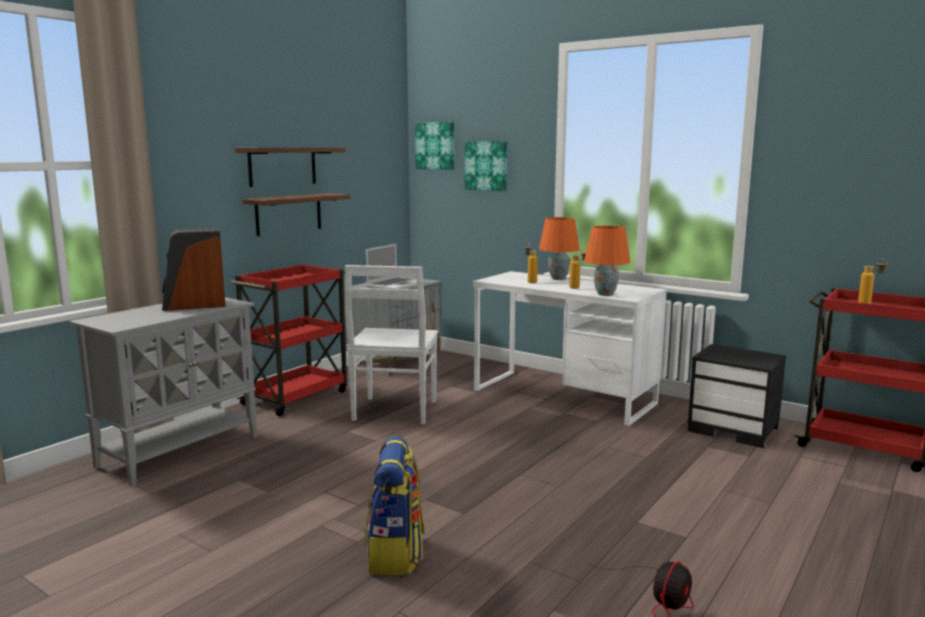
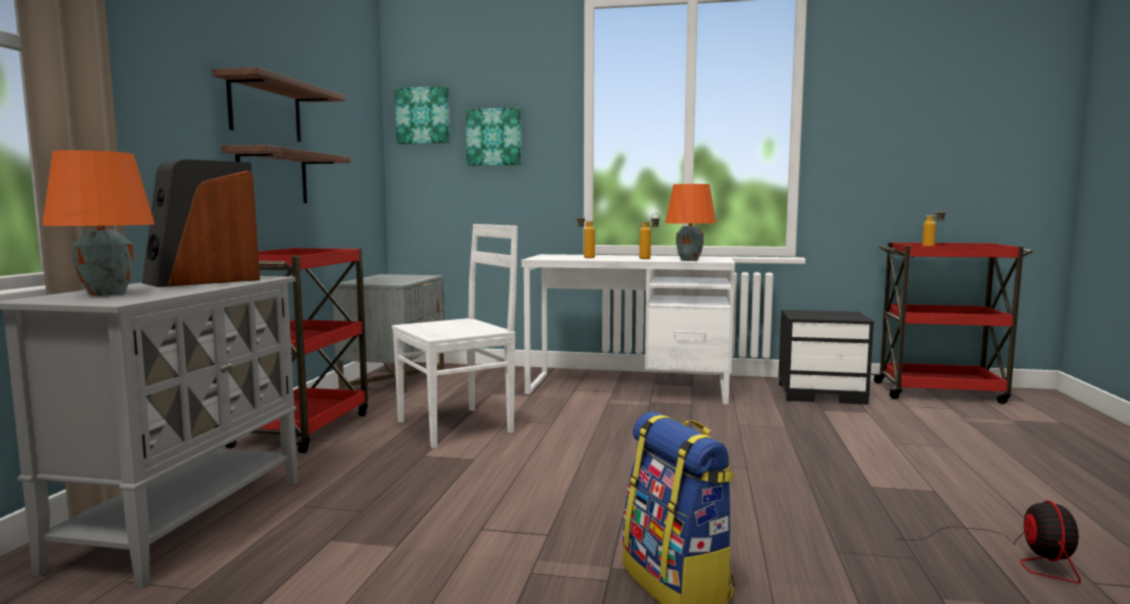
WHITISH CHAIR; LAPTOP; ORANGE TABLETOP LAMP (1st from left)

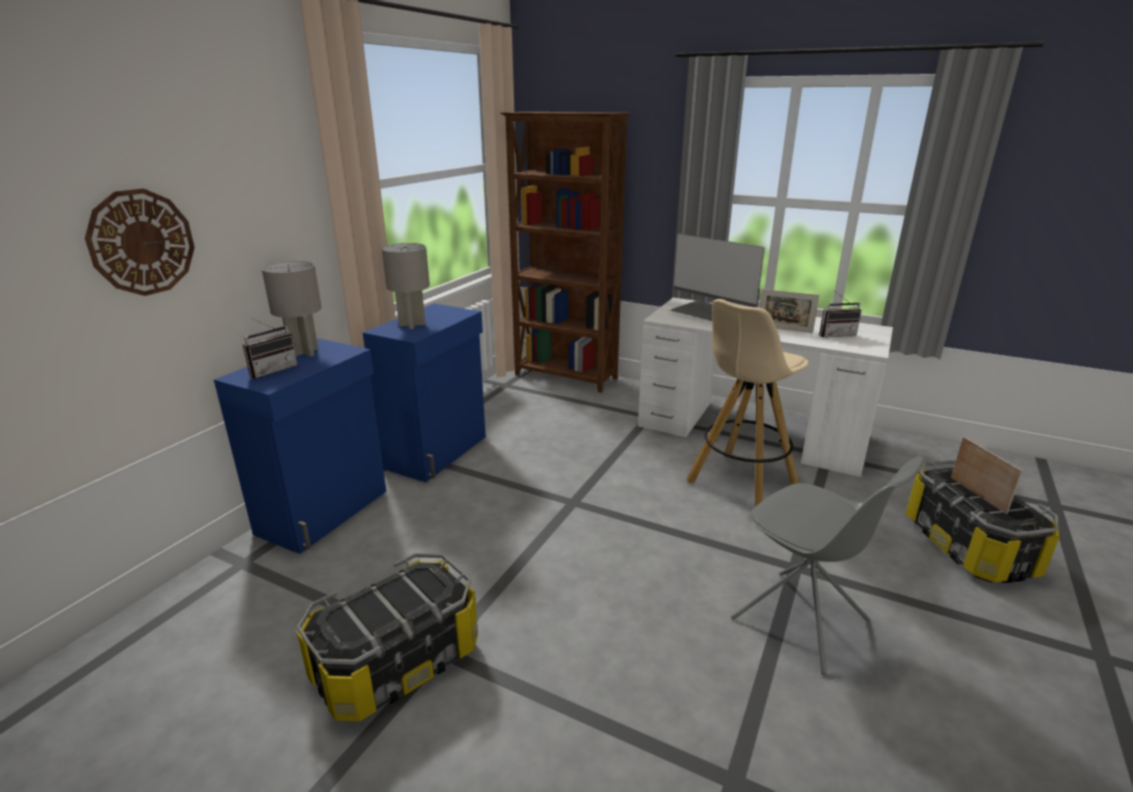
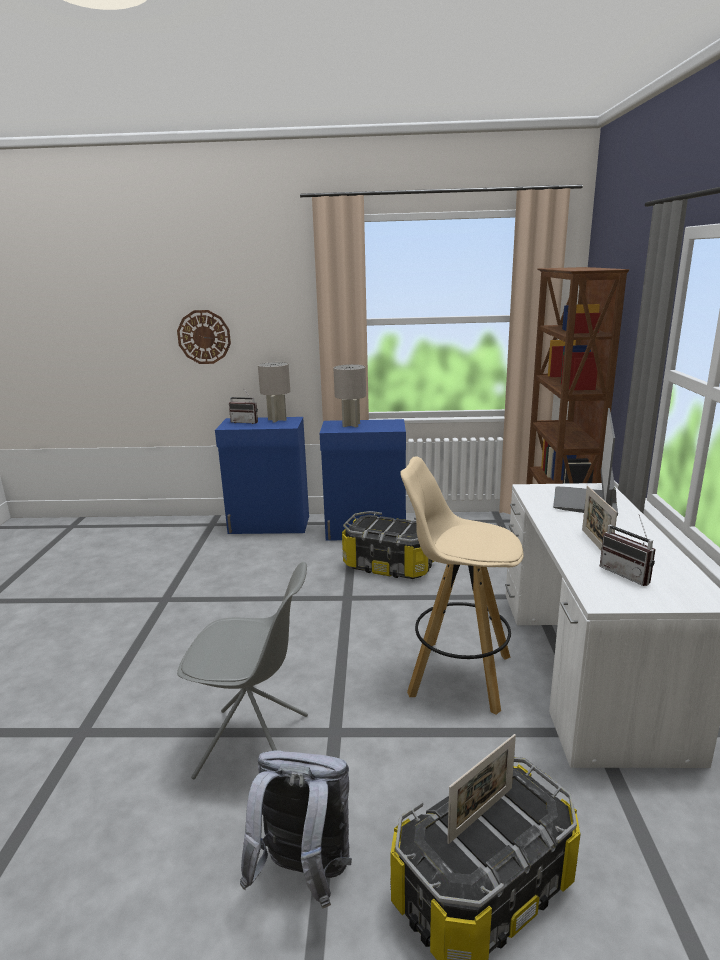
STORAGE CONTAINER (1st from left); GREYISH CHAIR; GREYISH BACKPACK

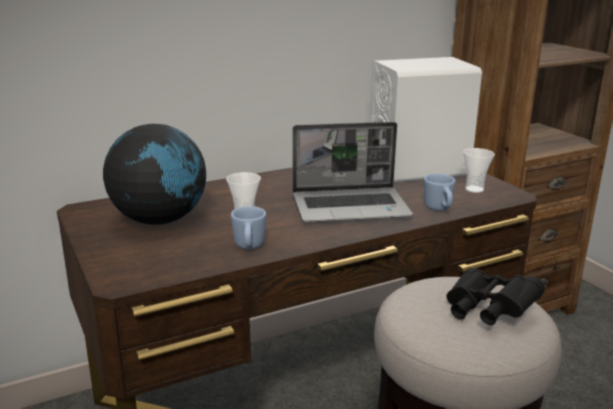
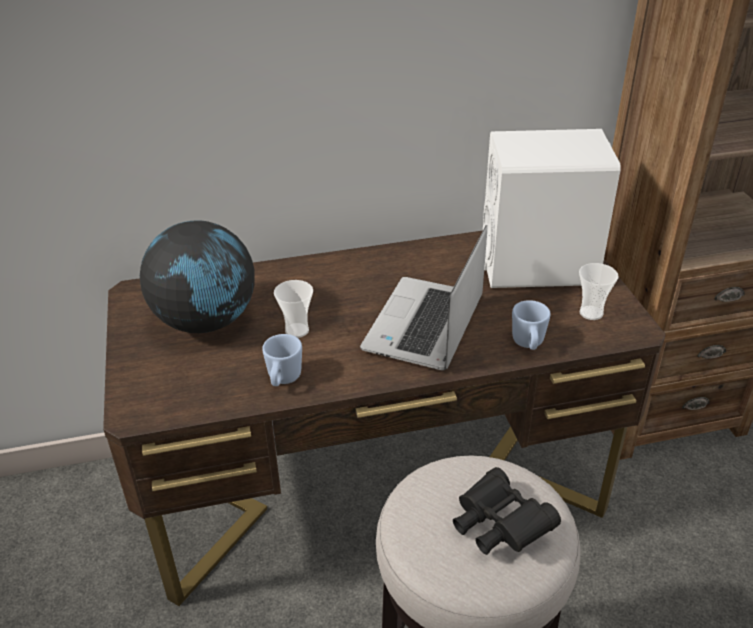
LAPTOP

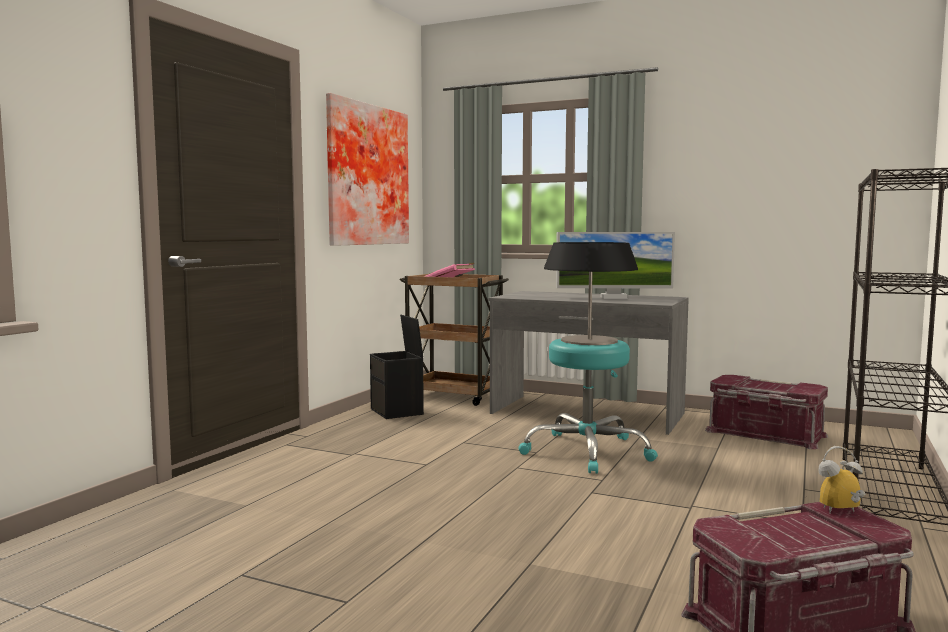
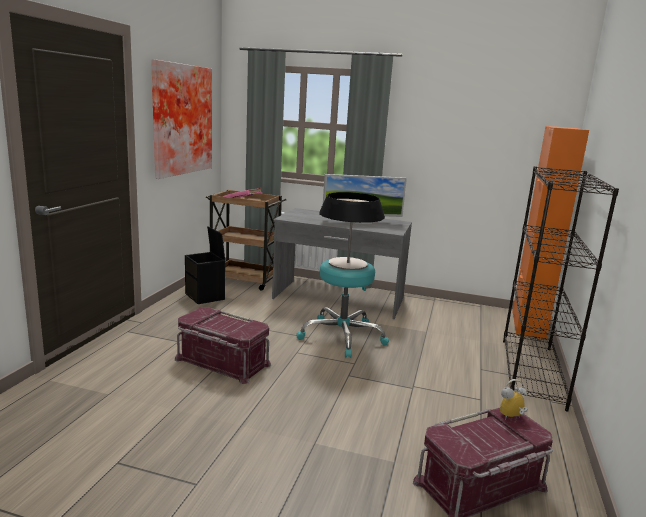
RED-COLOURED STORAGE CONTAINER (1st from left); ORANGE STORAGE CABINET

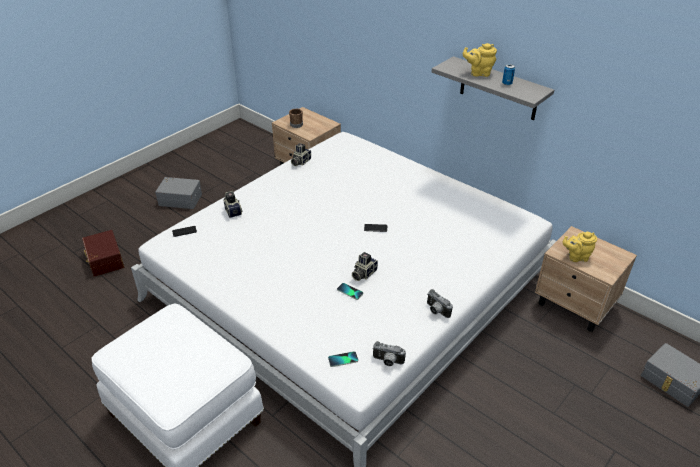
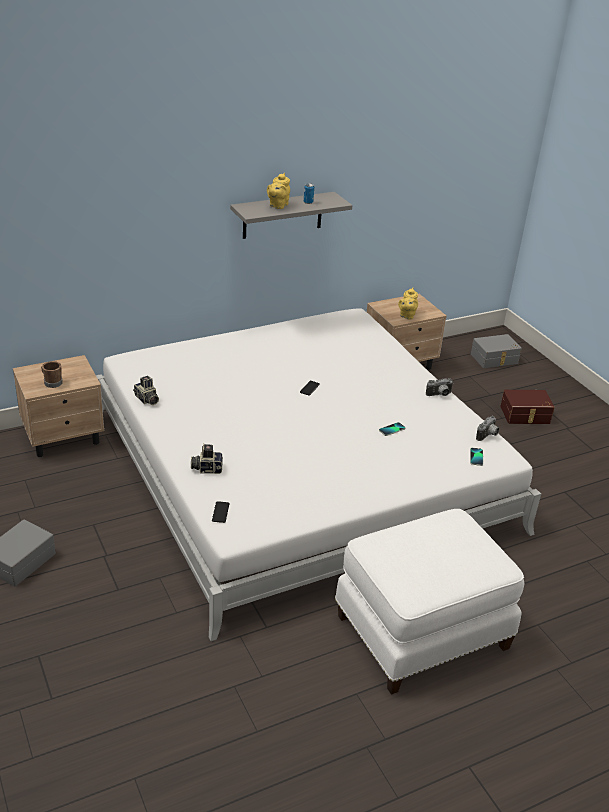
BROWN-COLOURED STORAGE CONTAINER; PHOTO CAMERA (3rd from left in the first image)

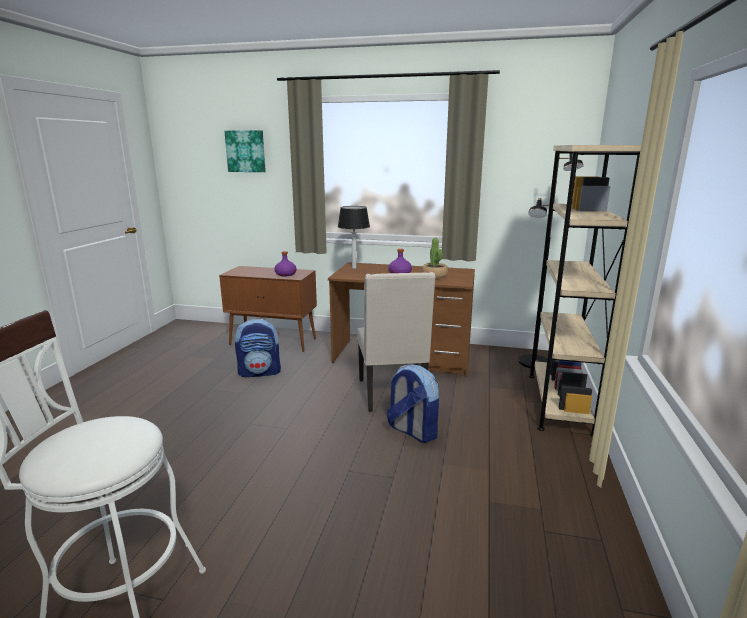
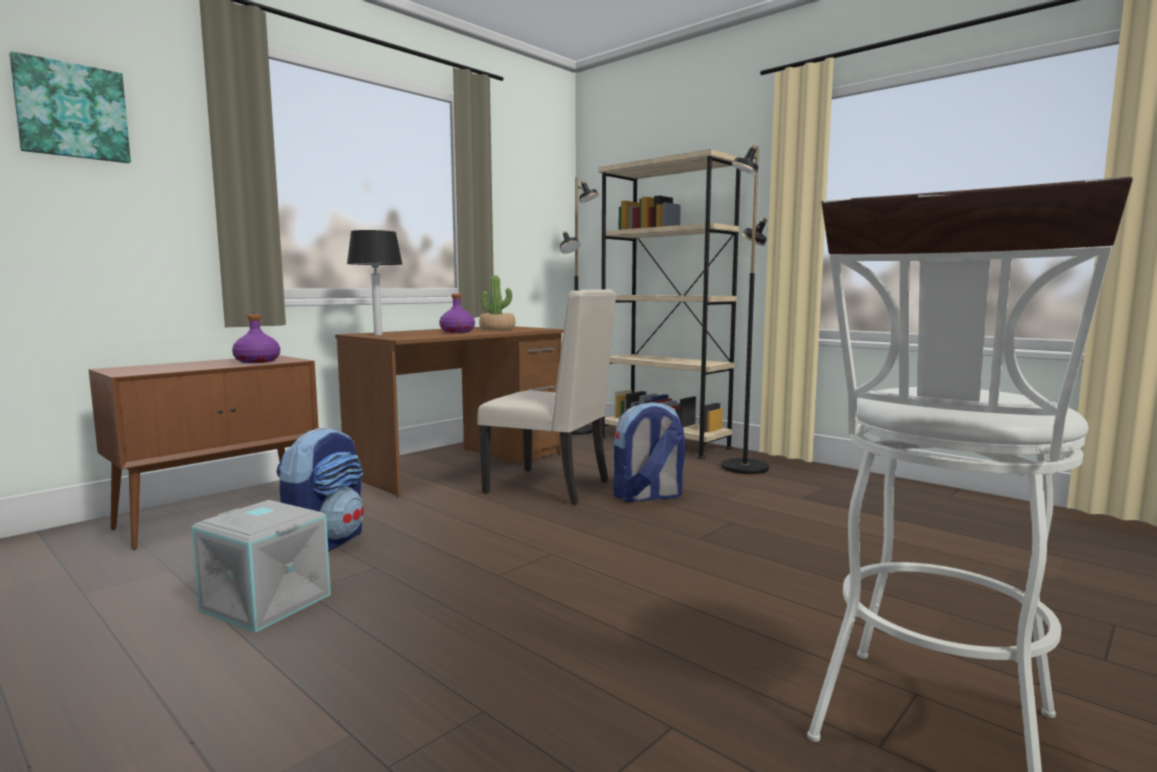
GREYISH STORAGE CONTAINER; BLACKISH STANDING LAMP (2nd from left)

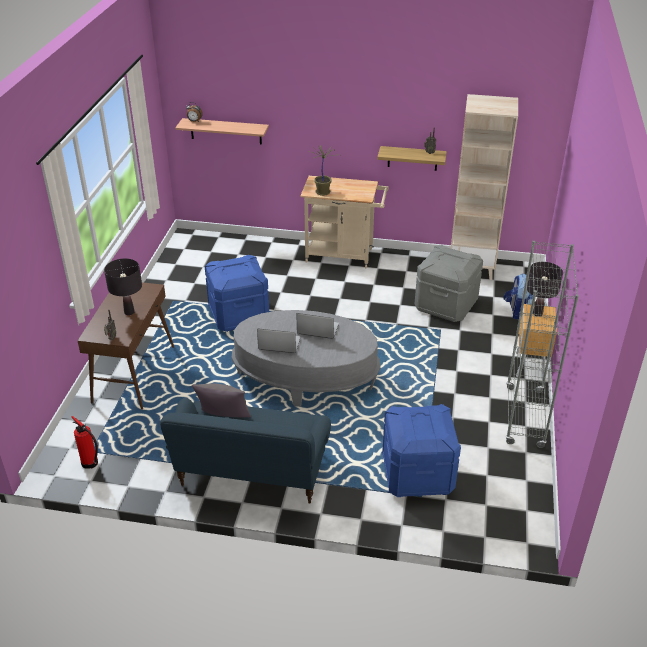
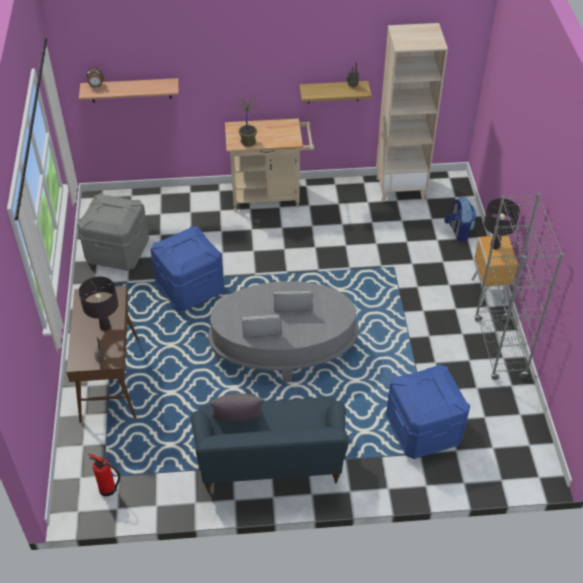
GREYISH STORAGE CONTAINER

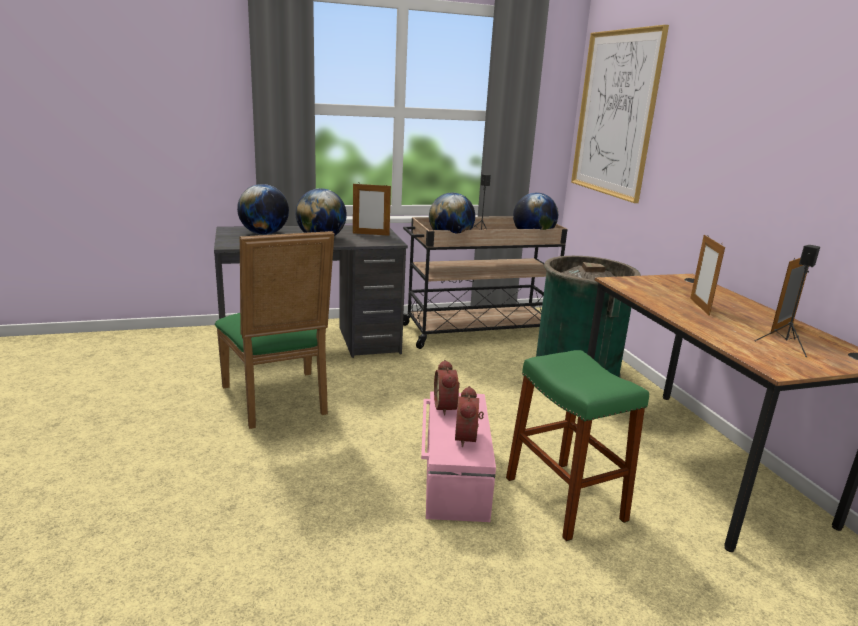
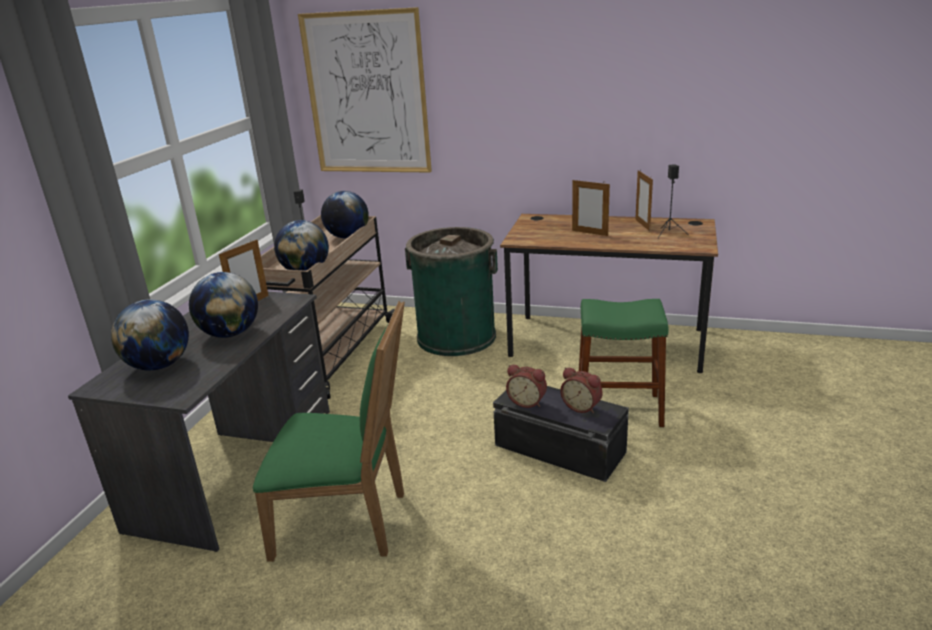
BLACKISH STORAGE CONTAINER

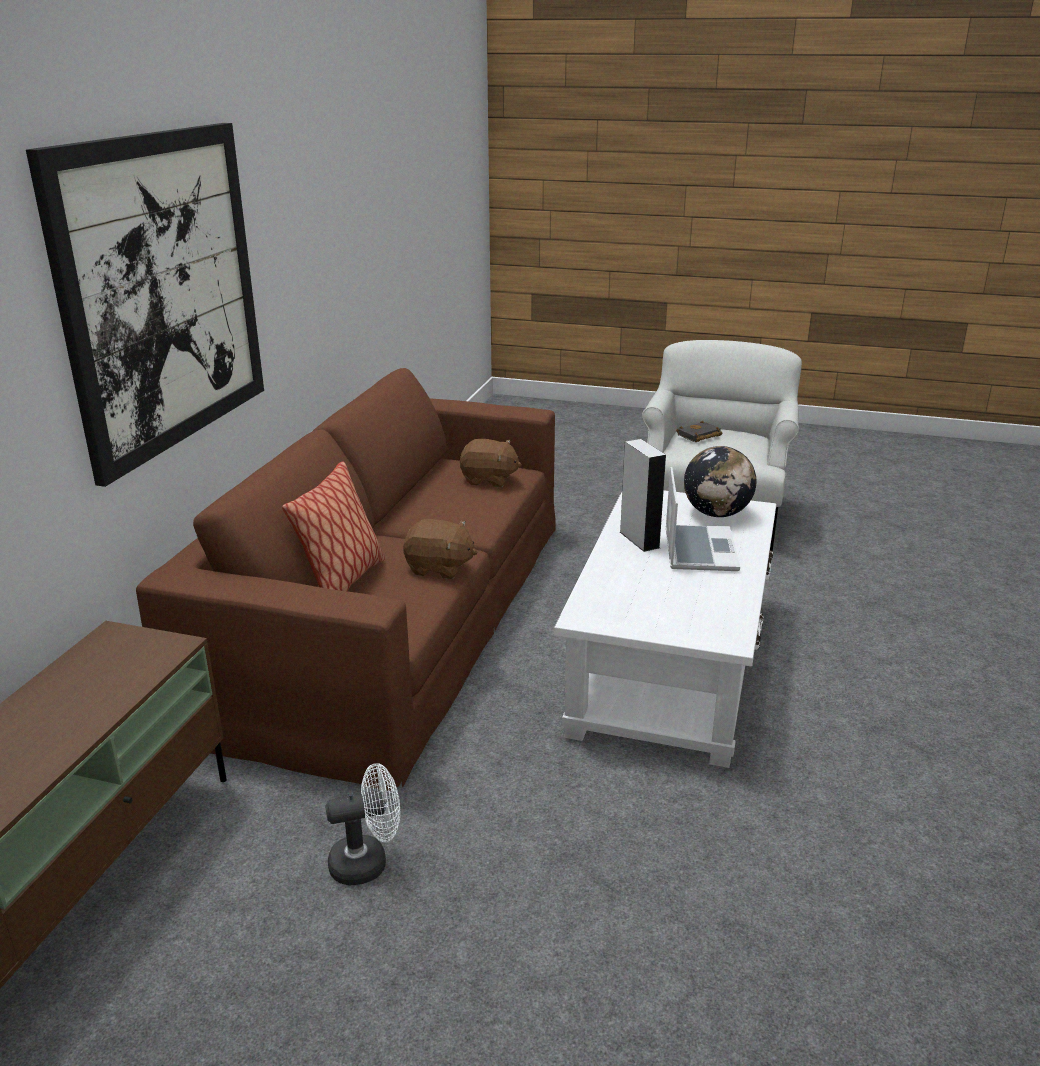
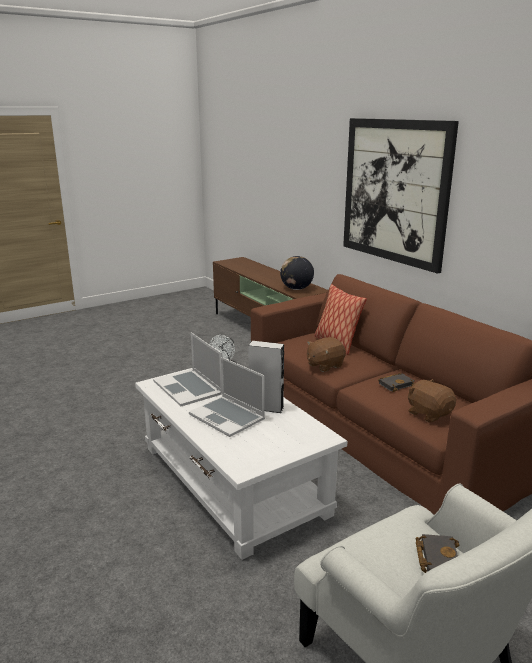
BROWN-COLOURED SOFT TOY (2nd from left); WORLD GLOBE; LAPTOP (1st from left); BLACKISH VOLUME (1st from left)

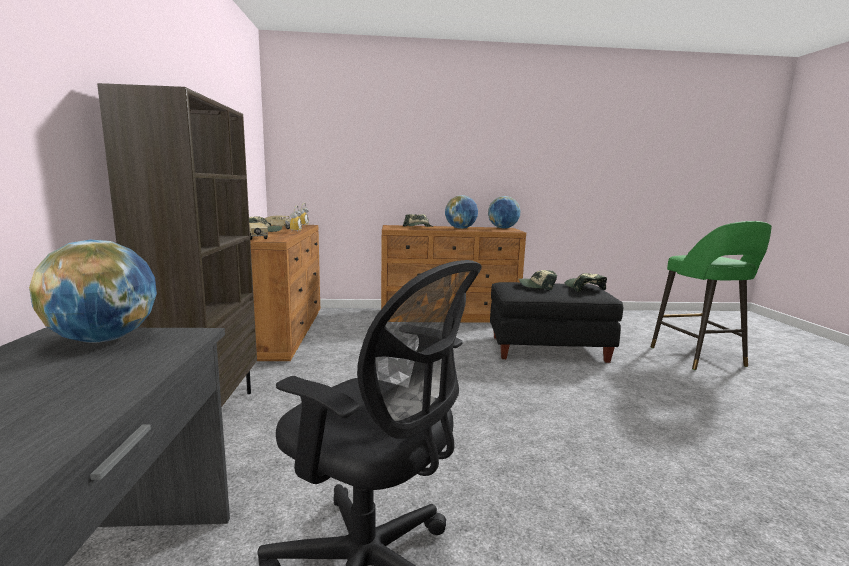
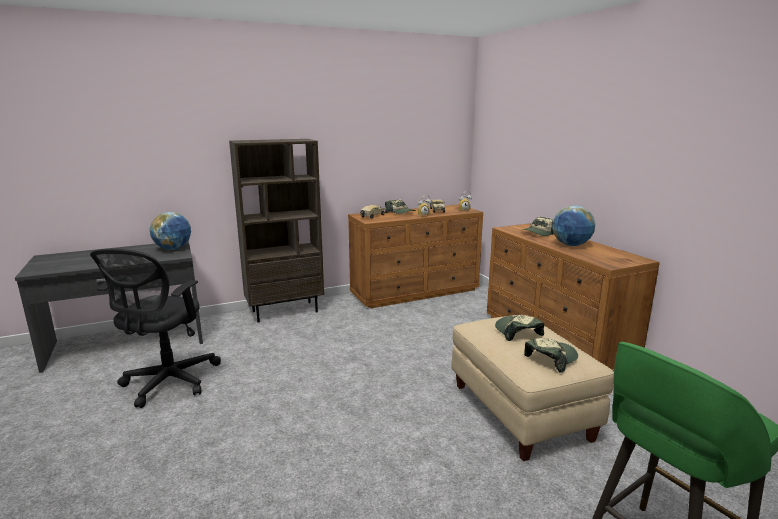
WORLD GLOBE (3rd from left in the first image); BEIGE FOOTREST

